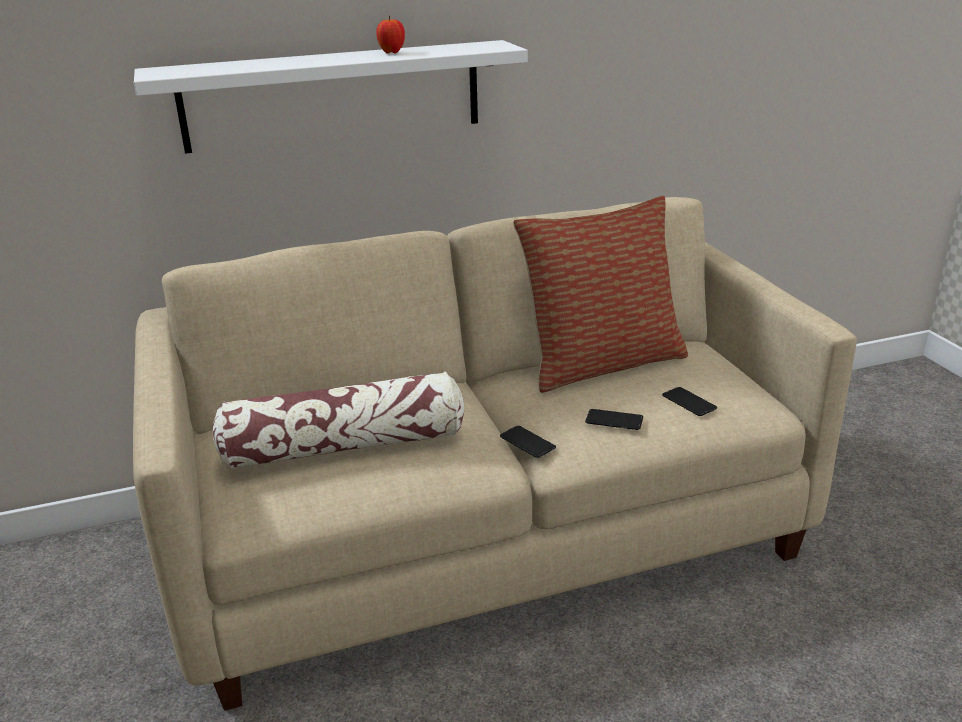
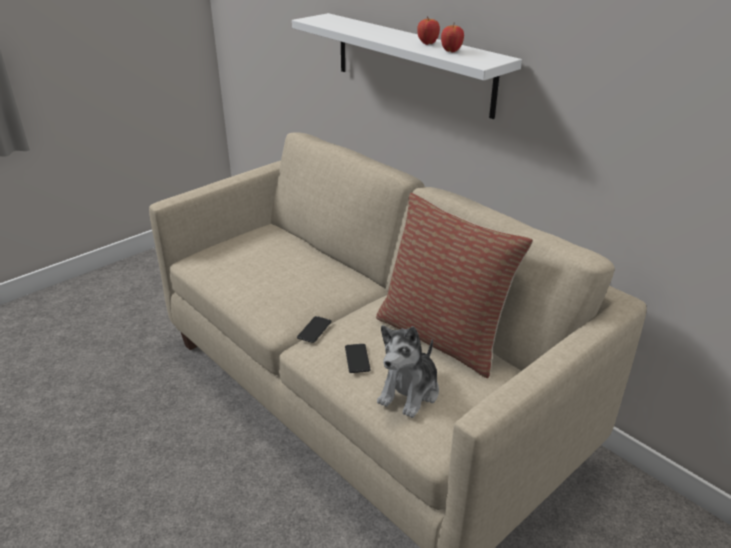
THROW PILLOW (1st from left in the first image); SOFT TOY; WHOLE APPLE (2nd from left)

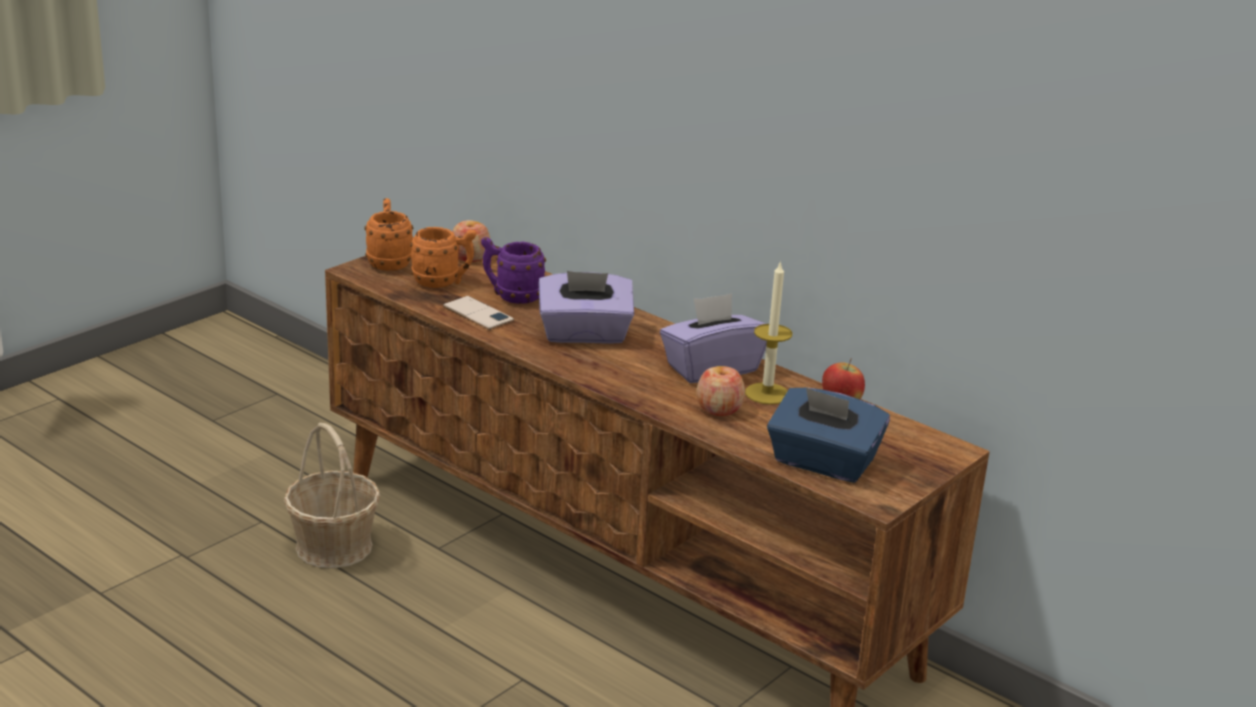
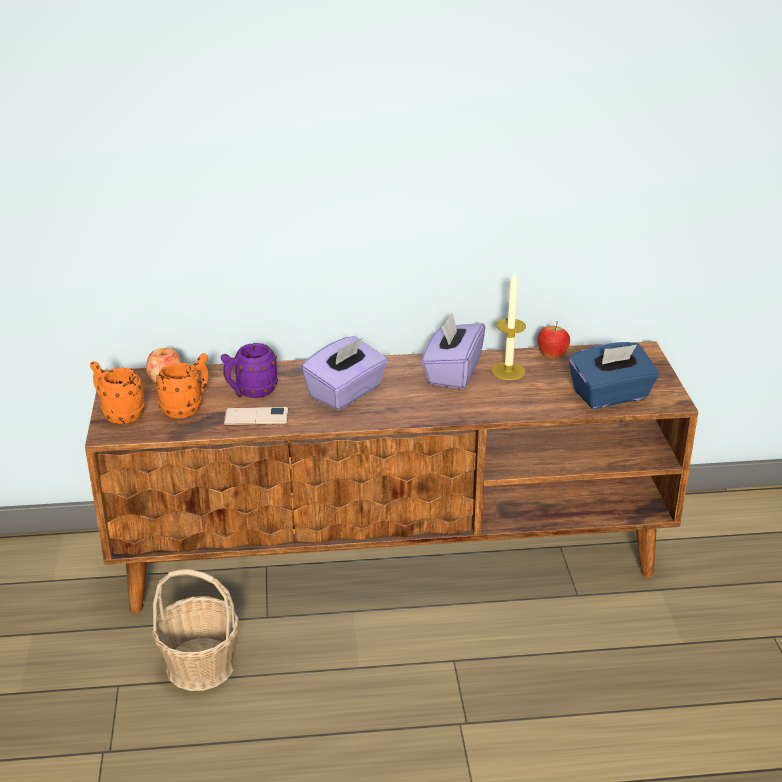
WHOLE APPLE (2nd from left in the first image)

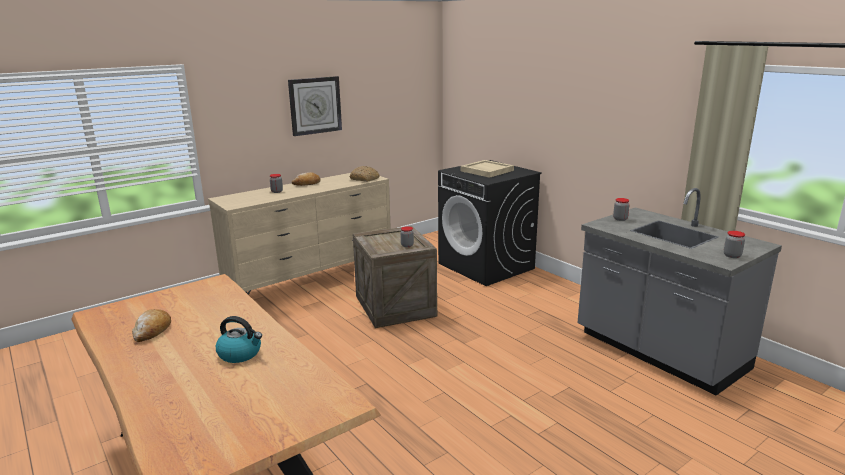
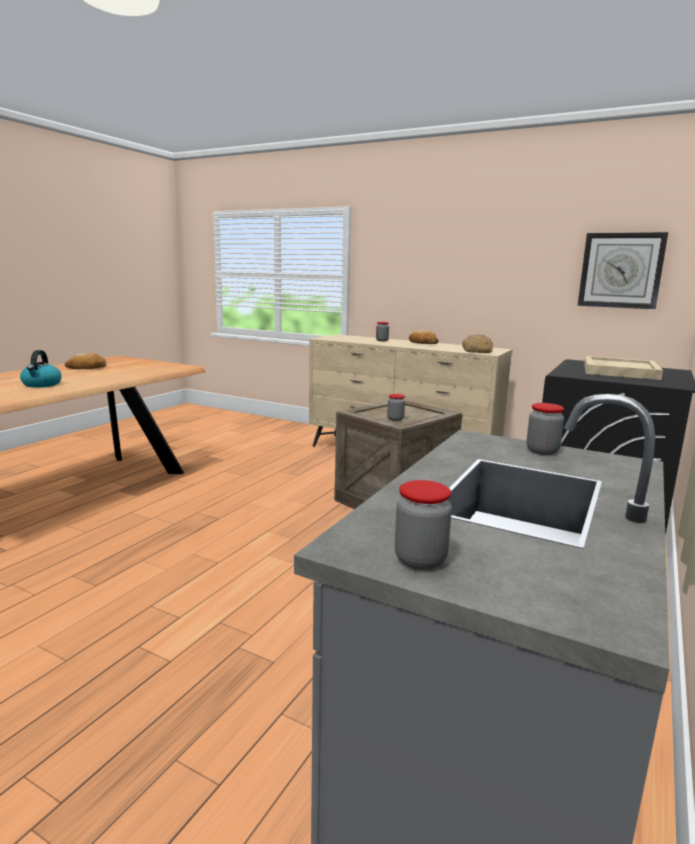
CLOCK ON THE WALL

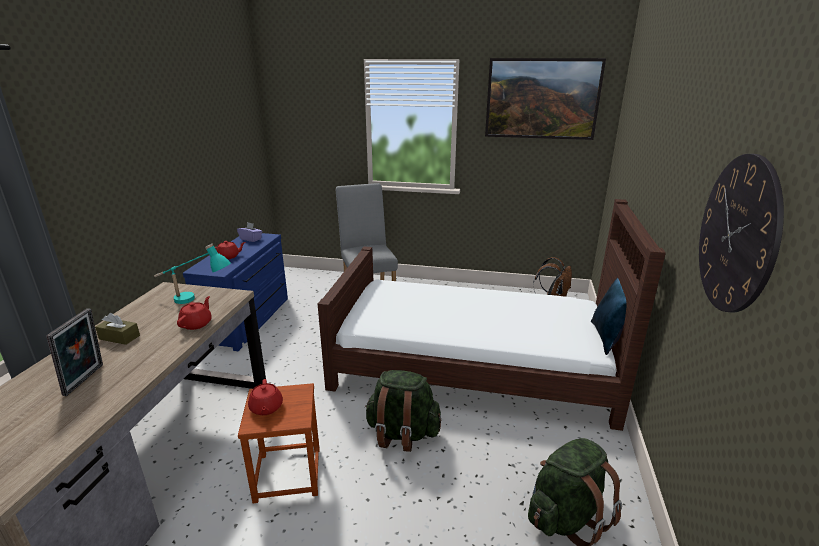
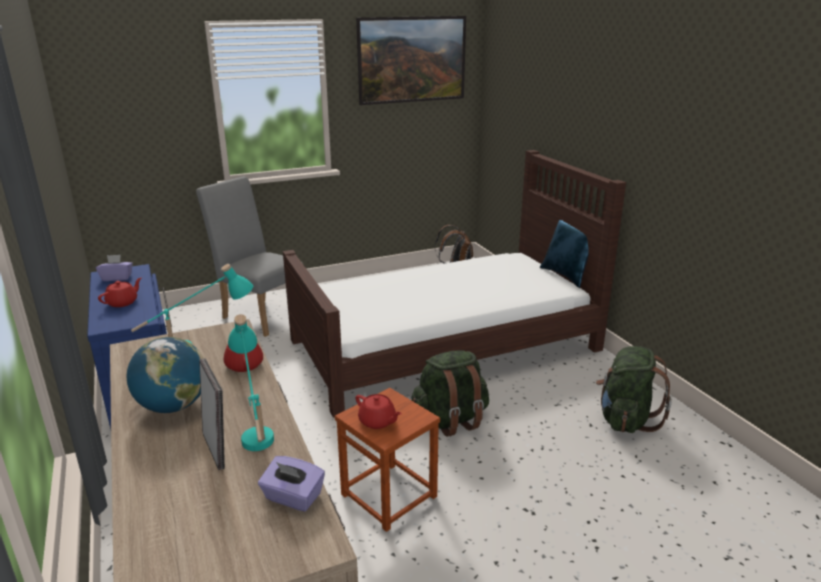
WORLD GLOBE; CLOCK ON THE WALL; BLUE-GREEN TABLETOP LAMP (2nd from left); PURPLISH BOX OF TISSUES (2nd from left)

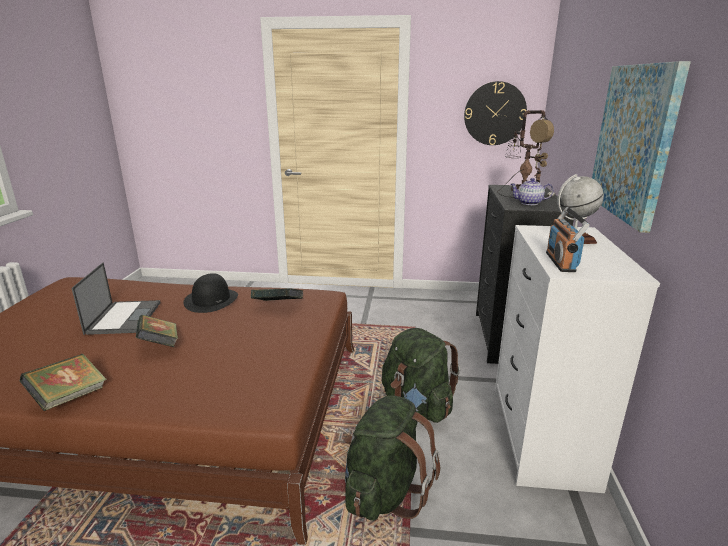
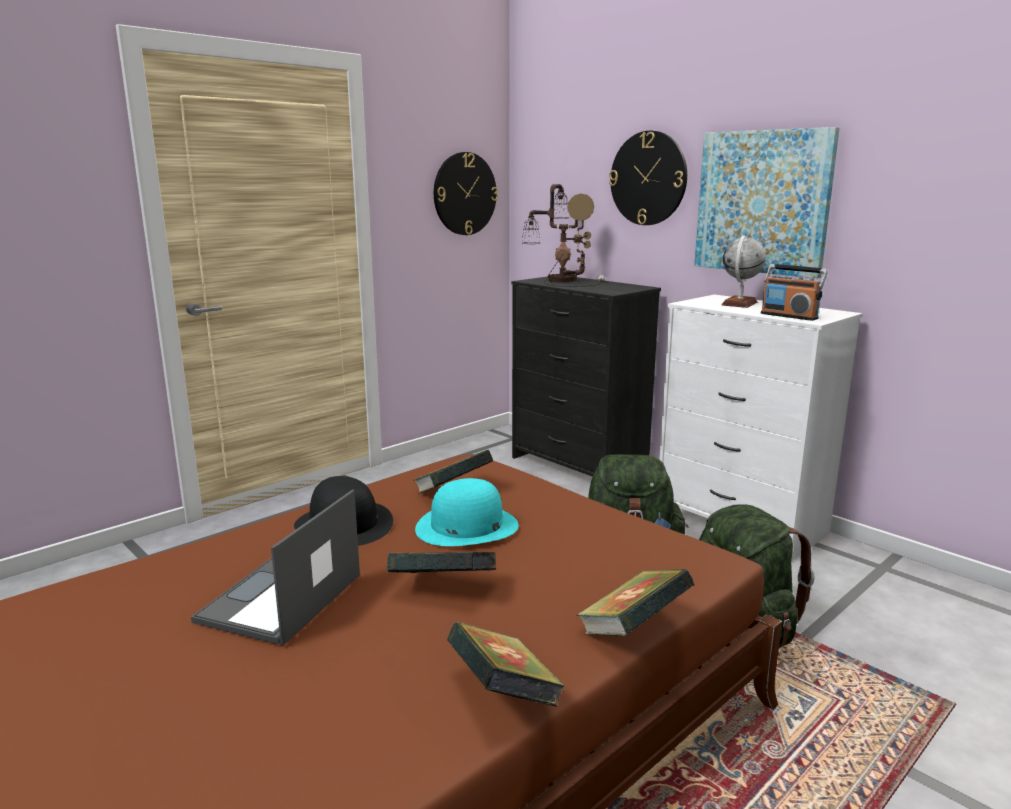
LAPTOP; TEAPOT; BLUE-GREEN WEARABLE HAT; VOLUME (4th from left); CLOCK ON THE WALL (2nd from left)

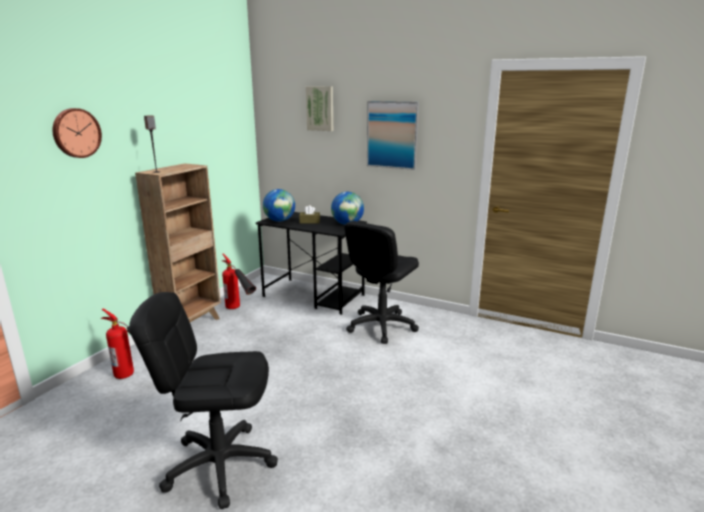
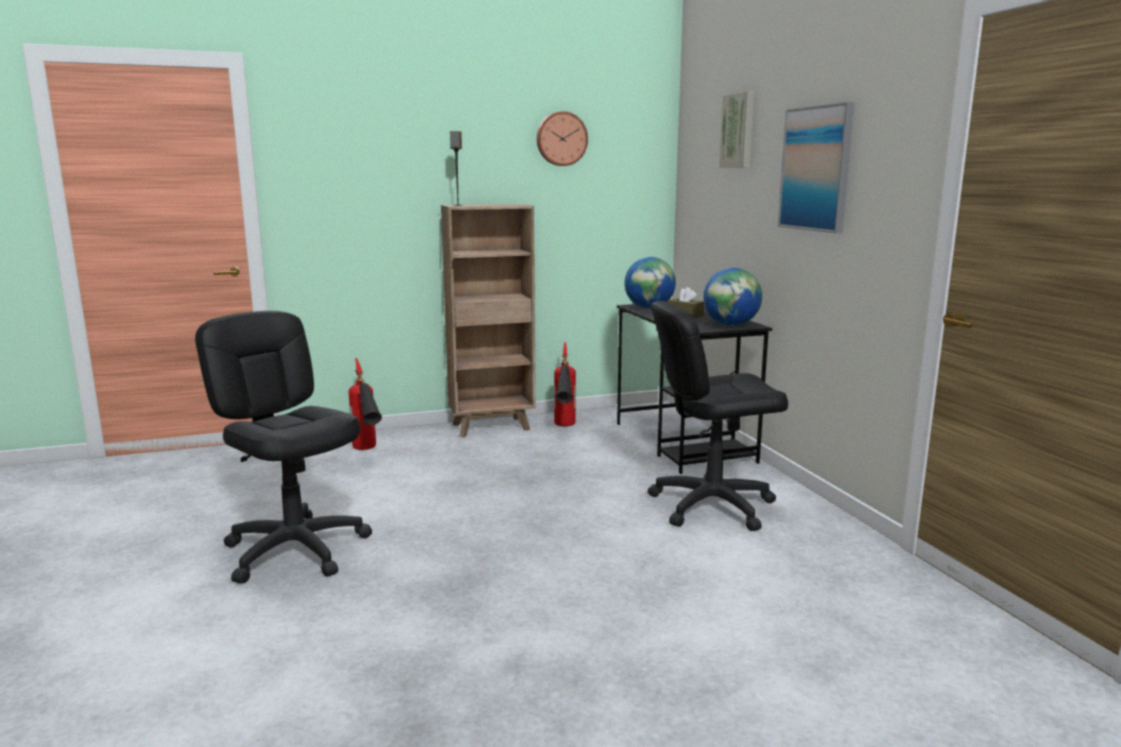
CLOCK ON THE WALL

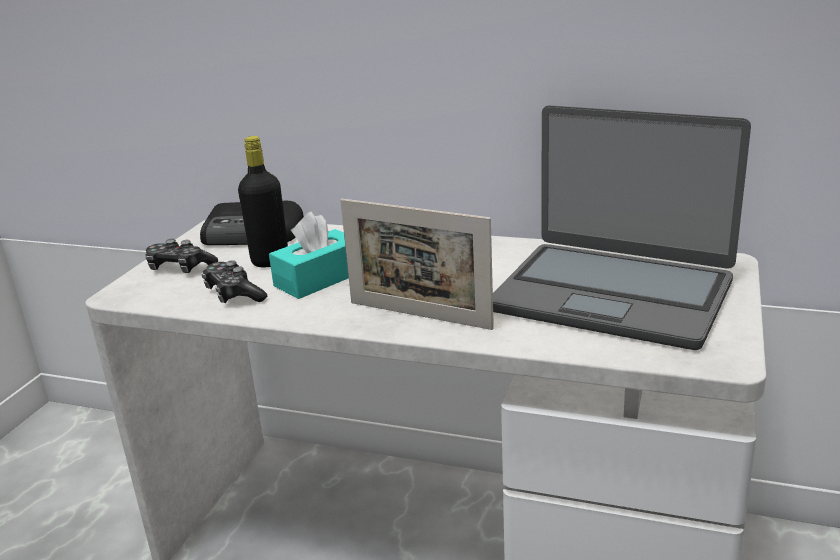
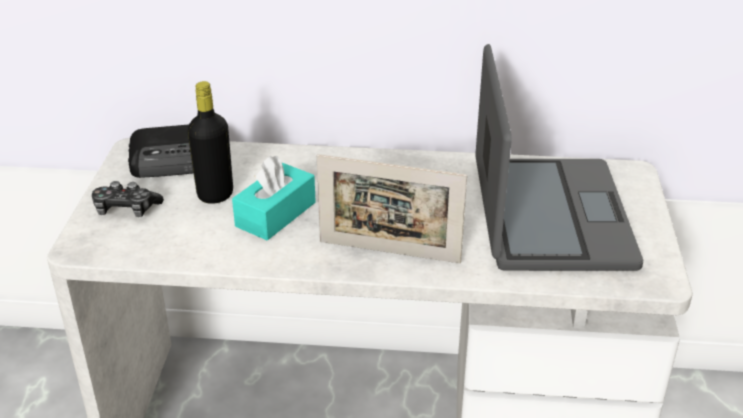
JOYPAD (2nd from left in the first image); LAPTOP

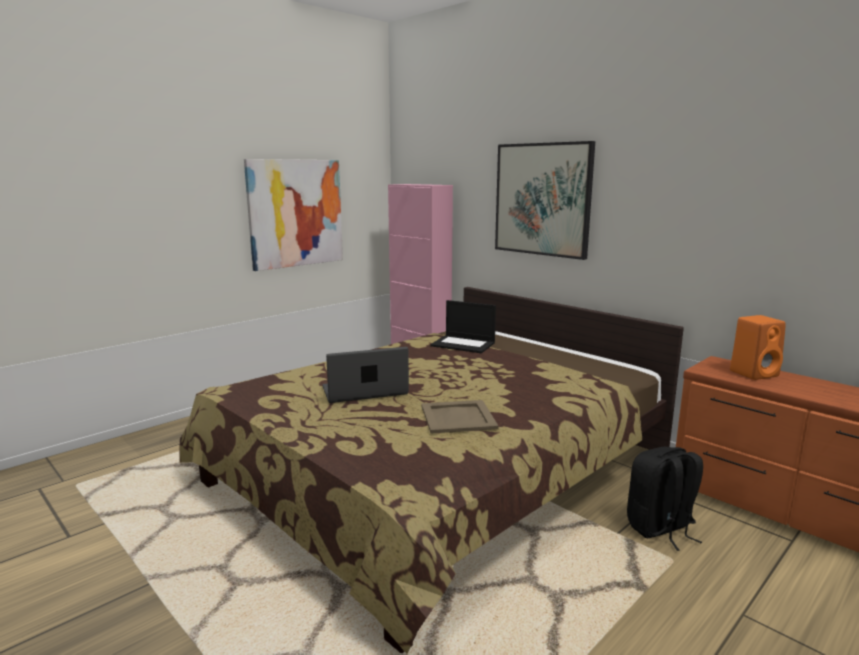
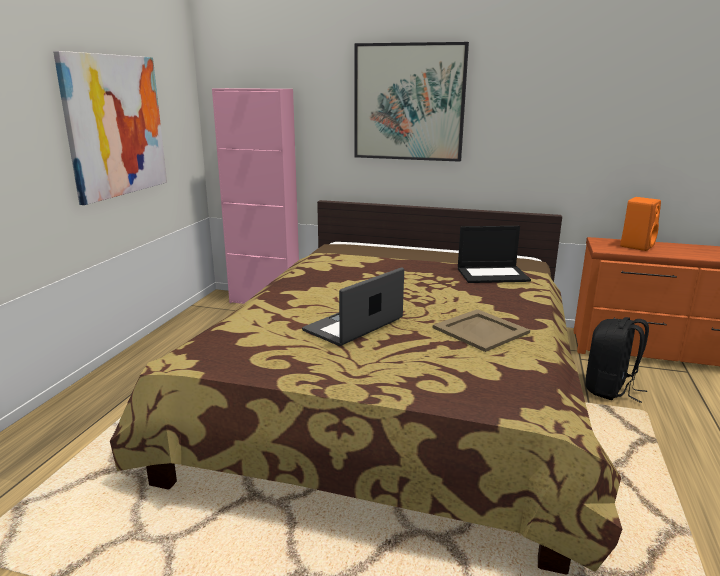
LAPTOP (2nd from left)

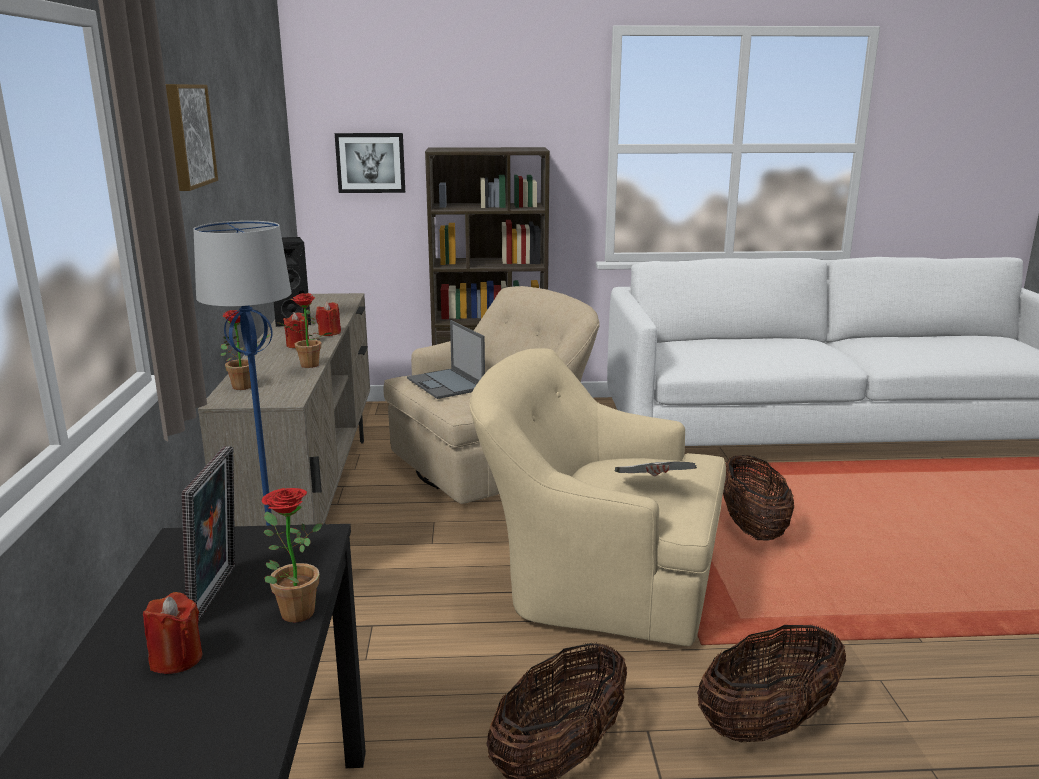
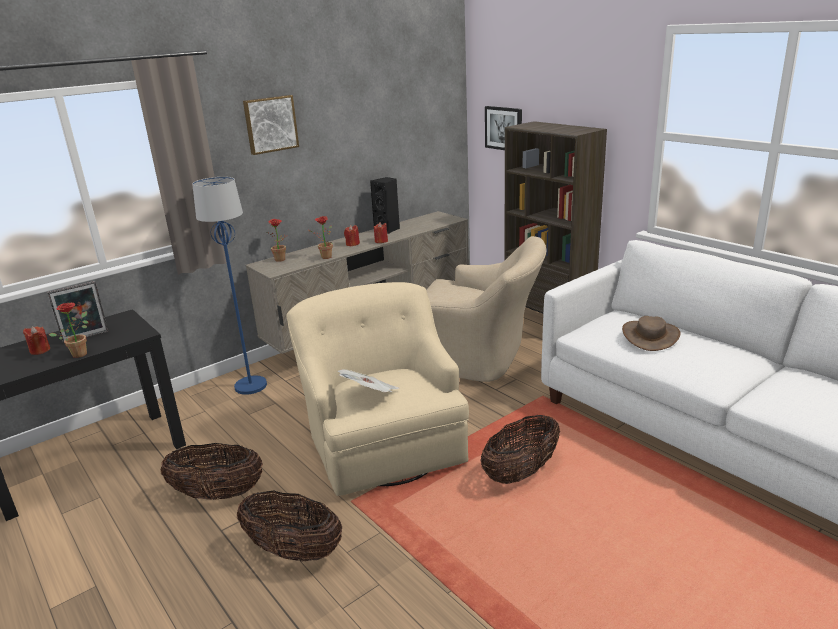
LAPTOP; BROWN-COLOURED WEARABLE HAT

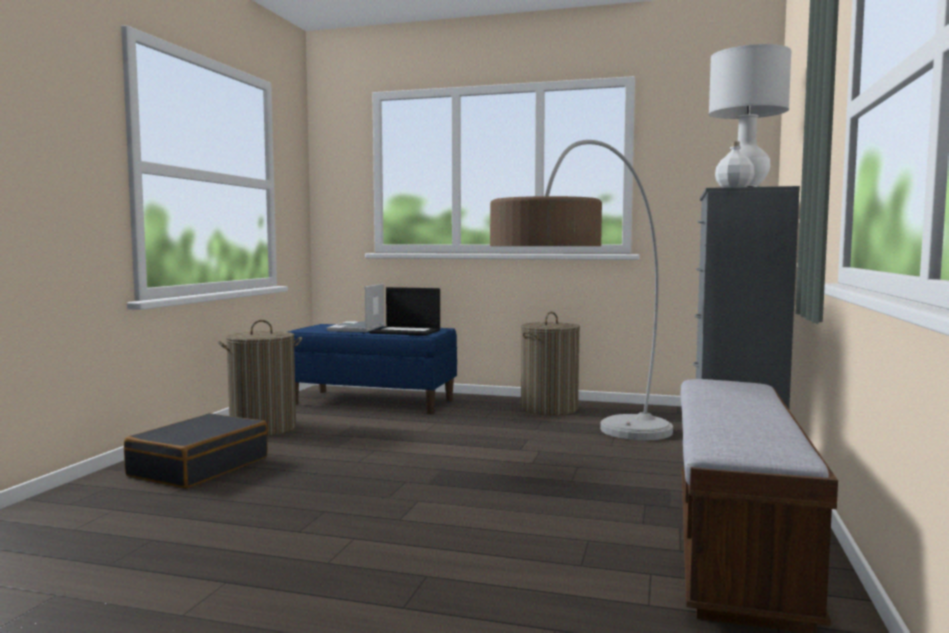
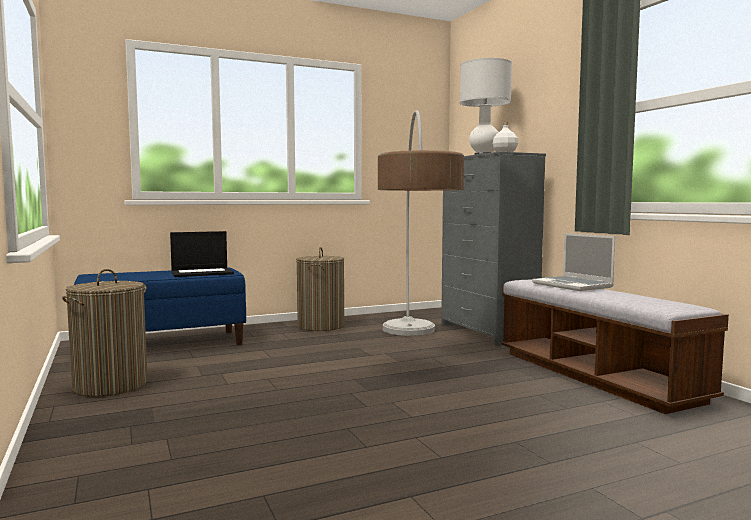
BLACKISH SUITCASE; LAPTOP (2nd from left)

